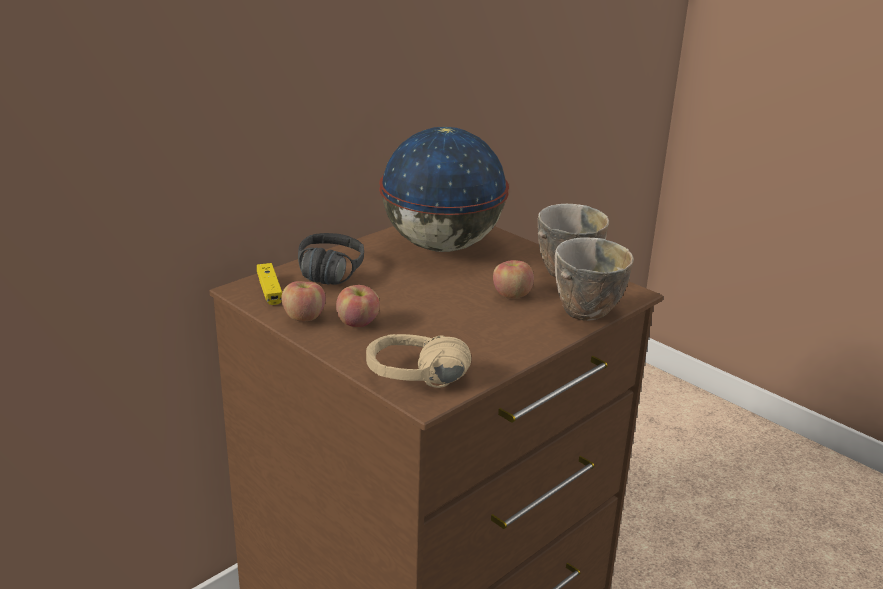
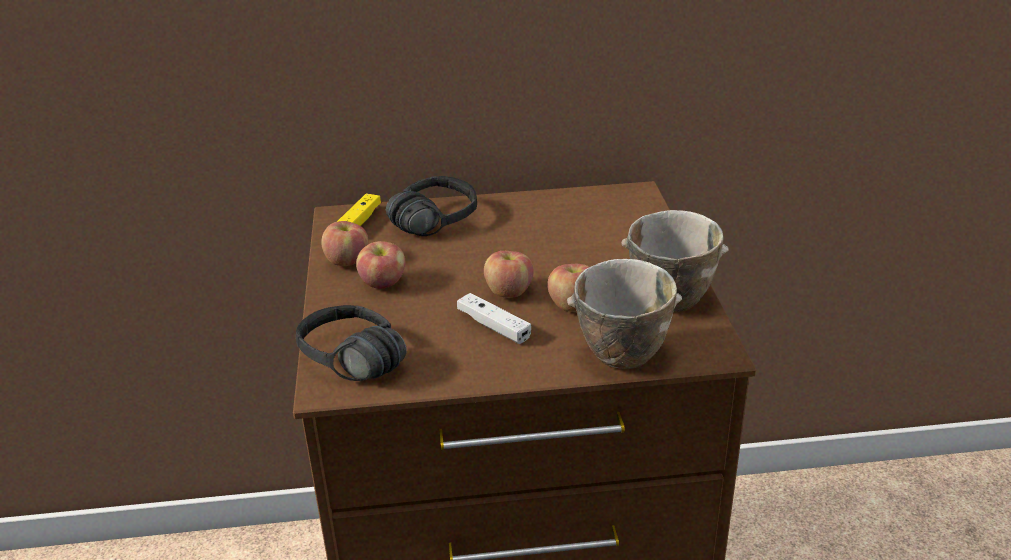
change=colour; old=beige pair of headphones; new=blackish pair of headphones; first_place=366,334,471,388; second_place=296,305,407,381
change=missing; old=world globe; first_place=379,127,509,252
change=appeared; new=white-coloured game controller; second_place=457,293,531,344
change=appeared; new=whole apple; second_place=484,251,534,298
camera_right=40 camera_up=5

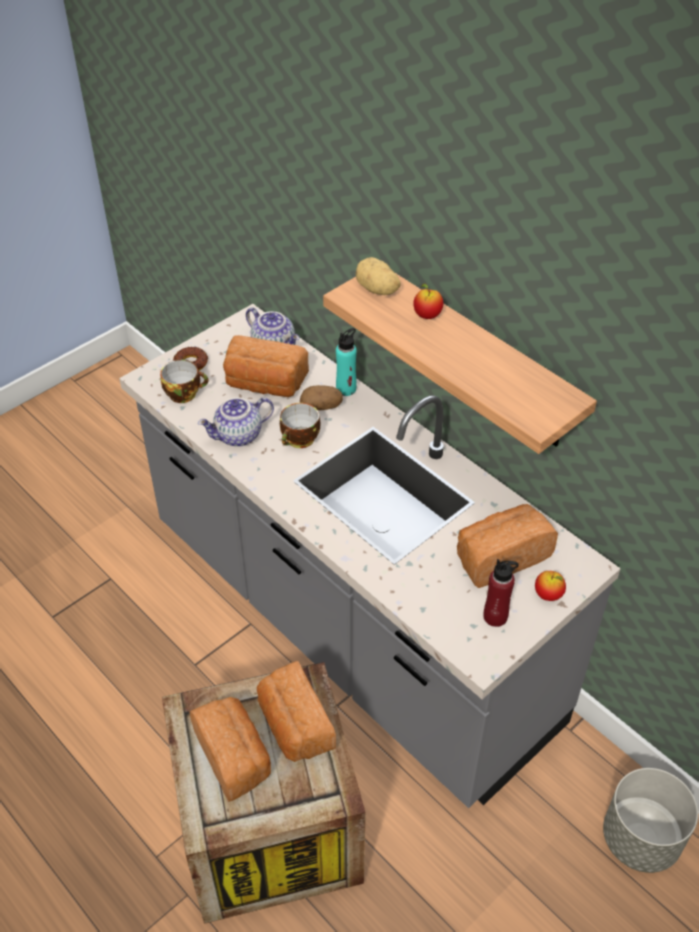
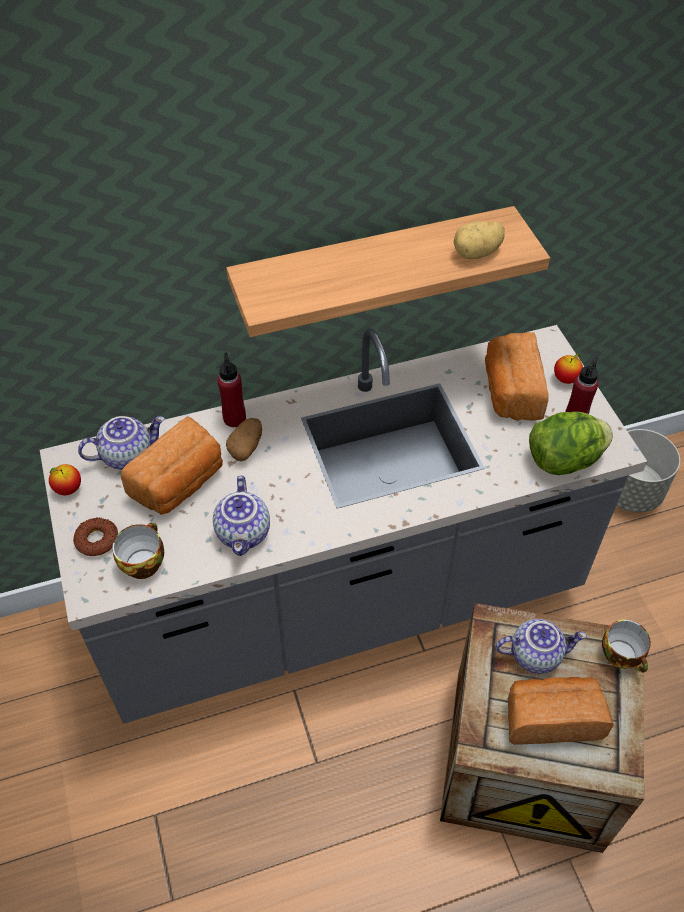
change=exchanged; old=bread; new=teapot; first_place=257,661,336,762; second_place=496,619,587,674
change=relocated; old=small cup; first_place=280,403,320,448; second_place=602,620,651,672
change=colour; old=turquoise-coloured bottle; new=red bottle; first_place=336,328,357,396; second_place=217,353,246,427
change=relocated; old=potato; first_place=356,257,401,295; second_place=453,221,505,260
change=relocated; old=whole apple; first_place=413,284,443,319; second_place=49,464,81,495
change=appeared; new=lettuce head; second_place=529,411,613,475
camera_right=-65 camera_up=5

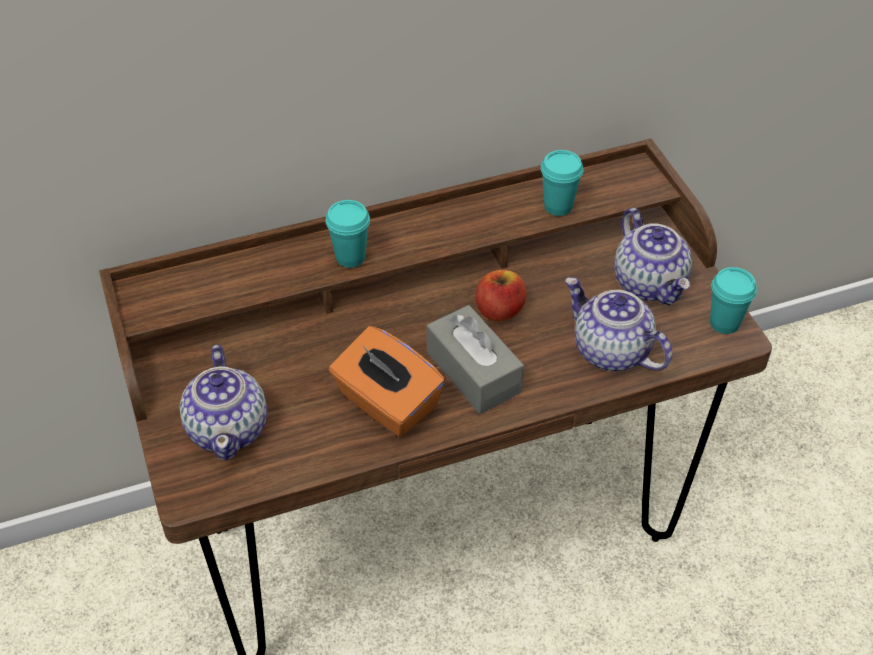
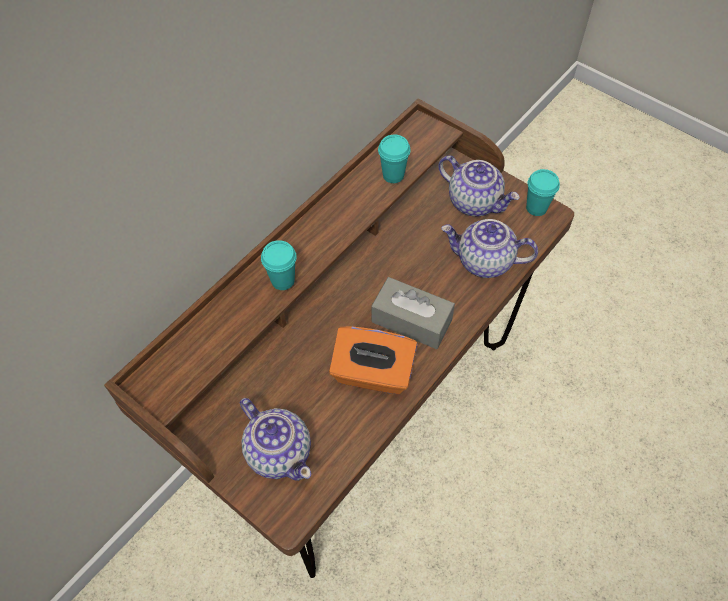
change=missing; old=whole apple; first_place=476,270,526,322
camera_right=-30 camera_up=10

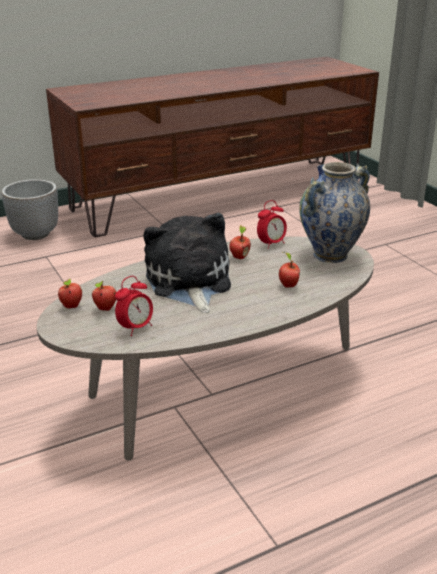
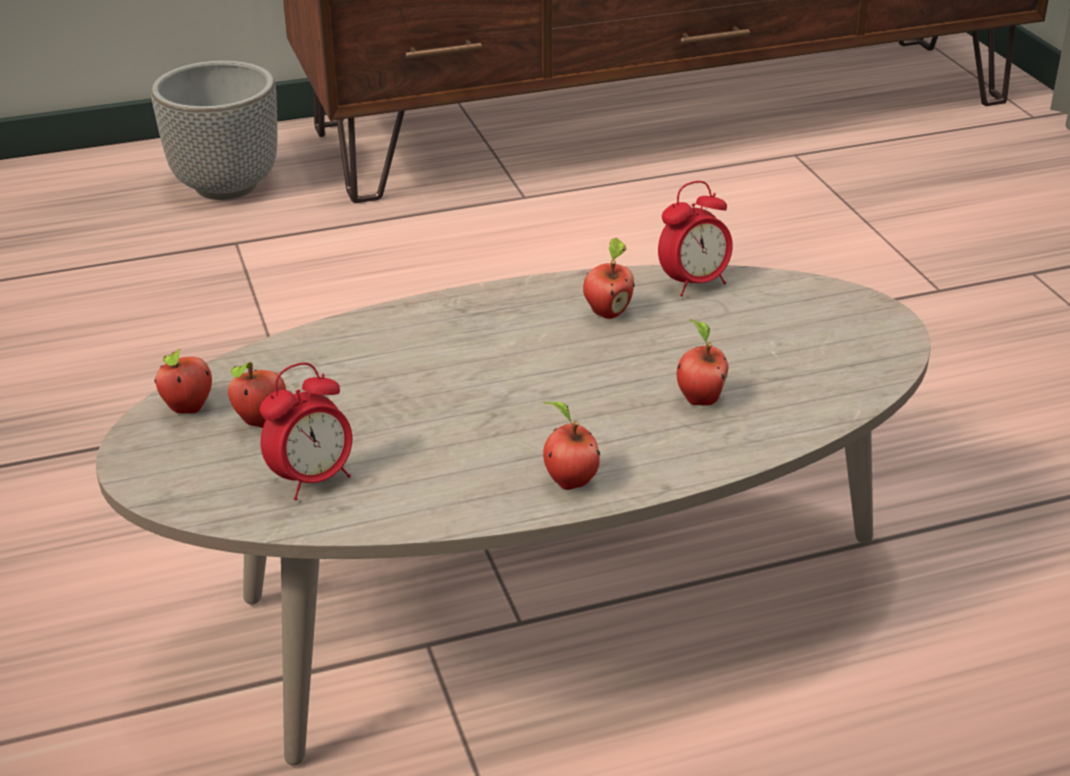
change=missing; old=plush toy; first_place=144,213,231,313
change=missing; old=vase; first_place=299,162,370,263
change=appeared; new=whole apple; second_place=543,402,600,490
camera_right=10 camera_up=5

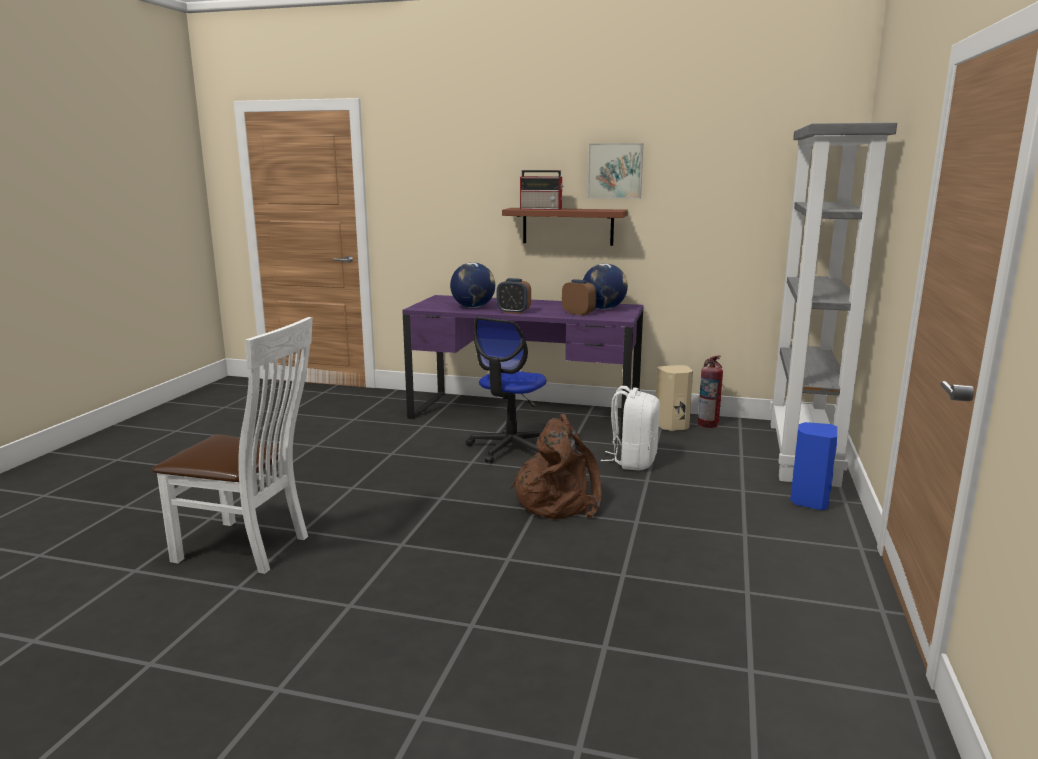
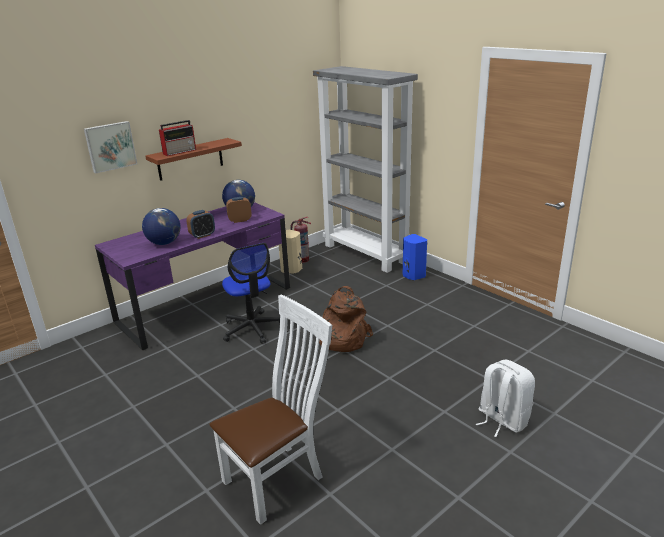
change=relocated; old=wall art; first_place=588,143,643,199; second_place=84,121,137,173
change=relocated; old=white-coloured rucksack; first_place=601,386,660,471; second_place=476,360,535,437
camera_right=-55 camera_up=10

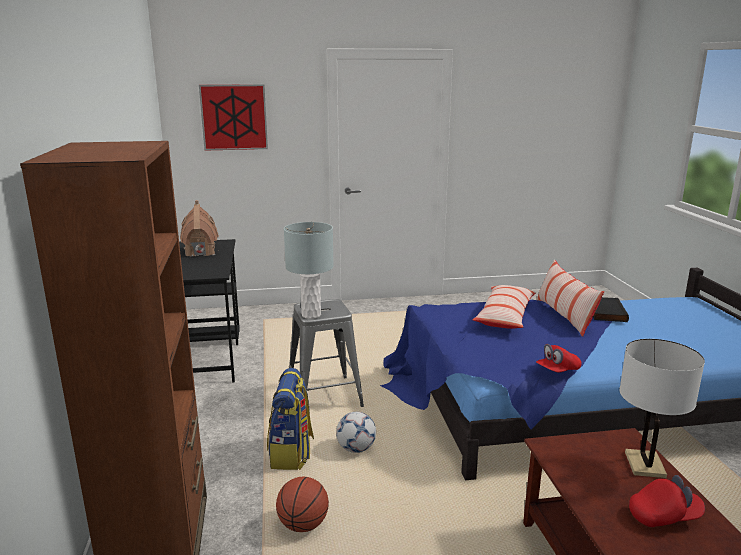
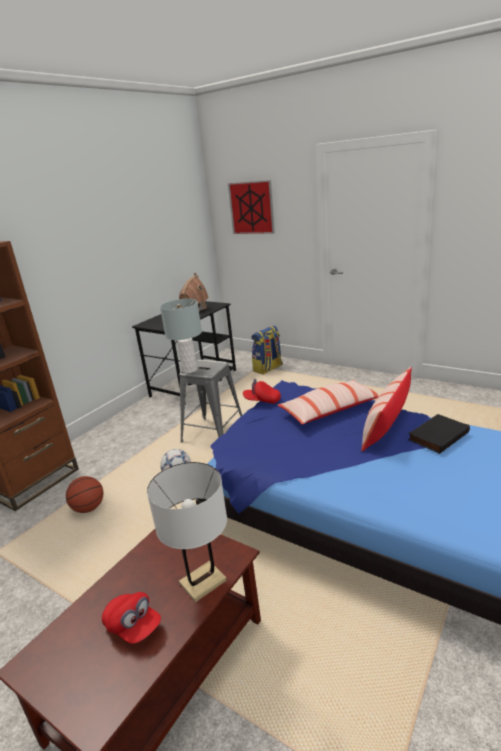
change=relocated; old=rucksack; first_place=267,368,314,470; second_place=252,325,283,375
change=relocated; old=red peaked cap; first_place=536,344,582,372; second_place=243,379,281,404
camera_right=45 camera_up=5

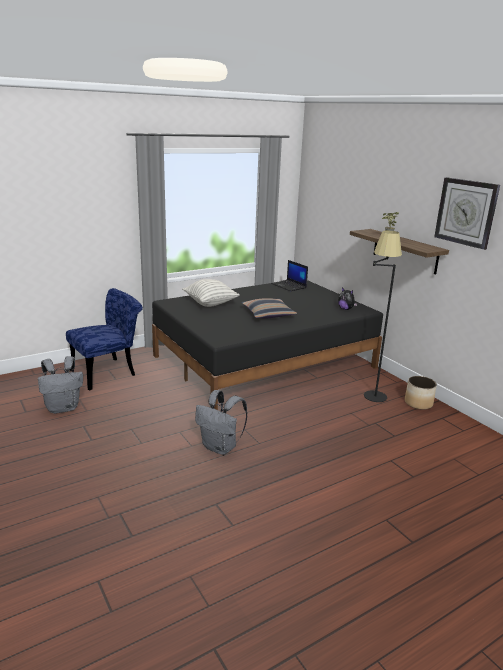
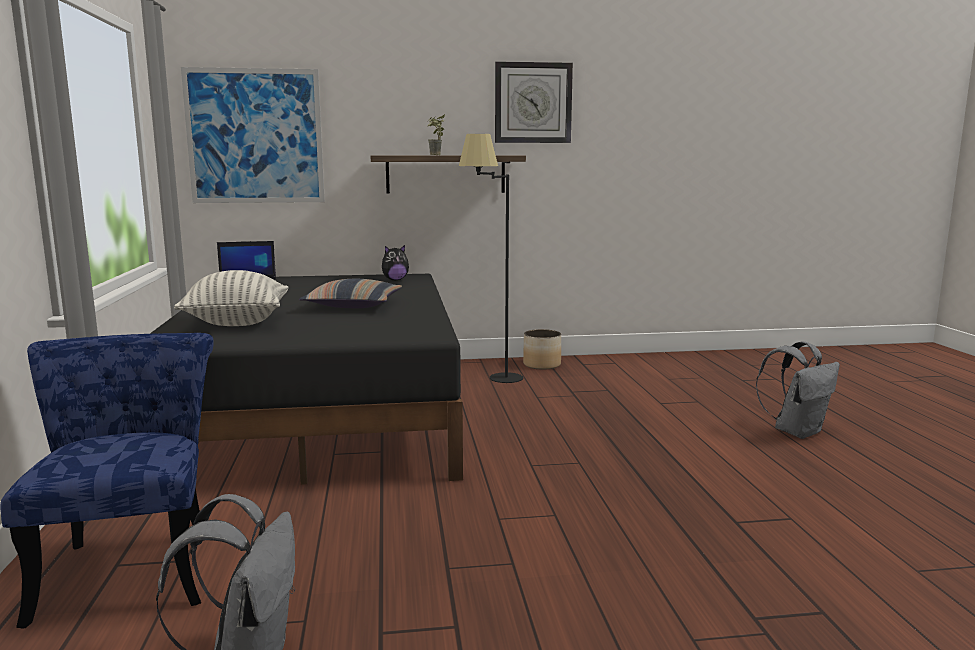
change=relocated; old=gray rucksack; first_place=195,390,248,455; second_place=756,341,840,439
change=appeared; new=wall art; second_place=181,67,325,203
camera_right=-65 camera_up=-10

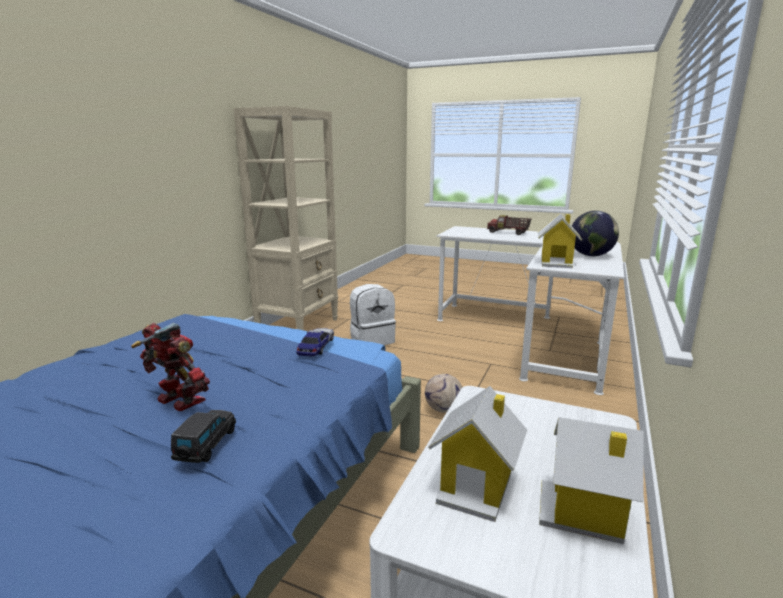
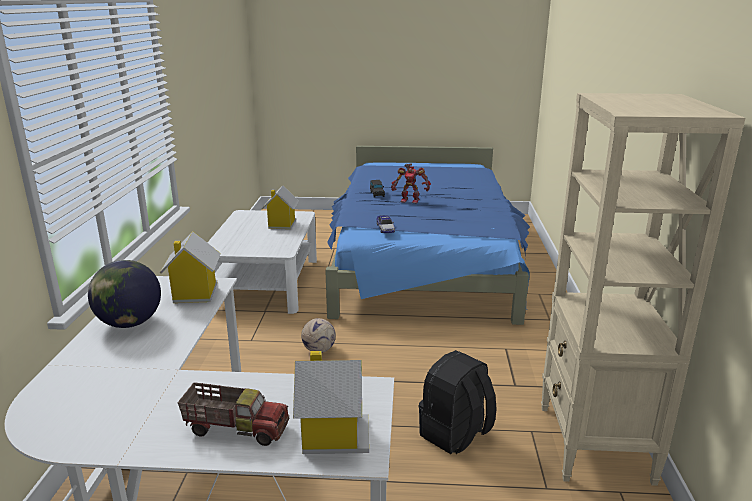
change=colour; old=white-coloured rucksack; new=blackish rucksack; first_place=350,284,396,345; second_place=419,350,497,454
change=relocated; old=toy house; first_place=539,417,644,544; second_place=293,351,369,454
camera_right=160 camera_up=5

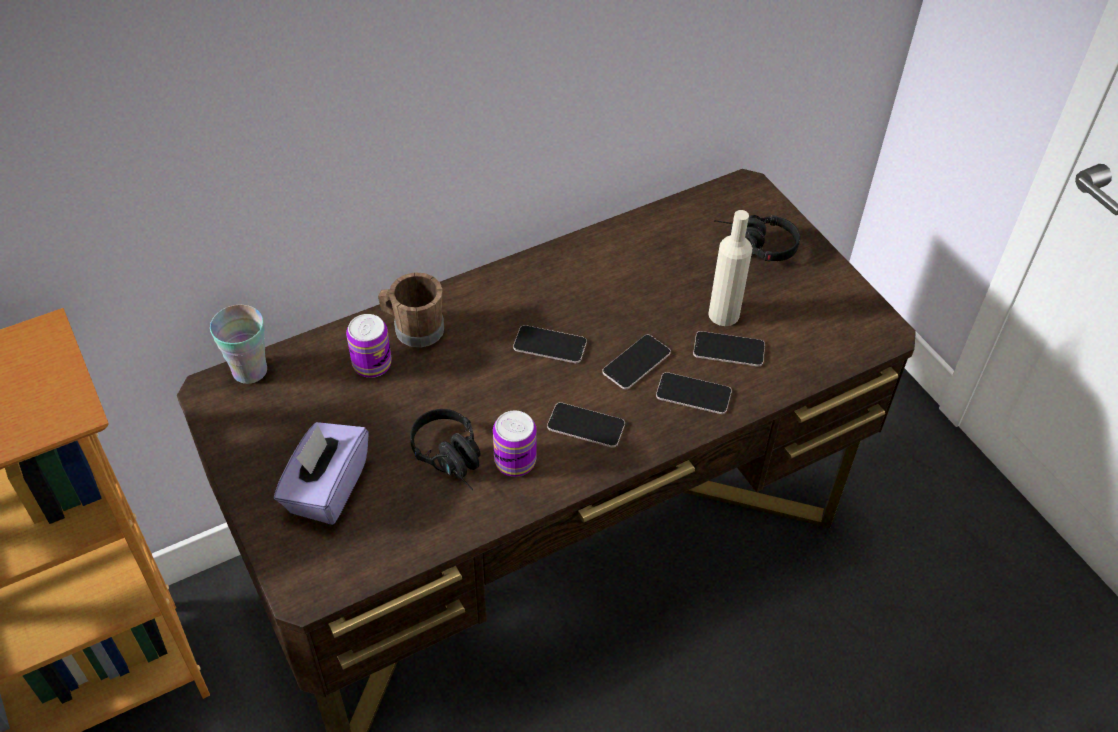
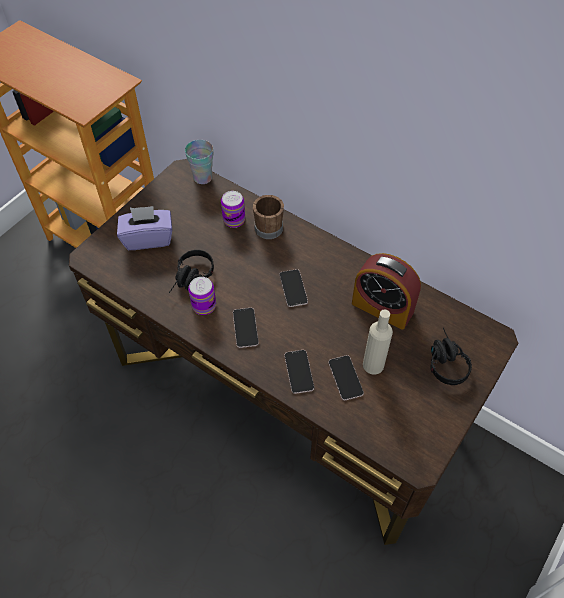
change=missing; old=phone; first_place=602,334,671,389
change=appeared; new=bedside clock; second_place=352,253,421,330
camera_right=65 camera_up=5

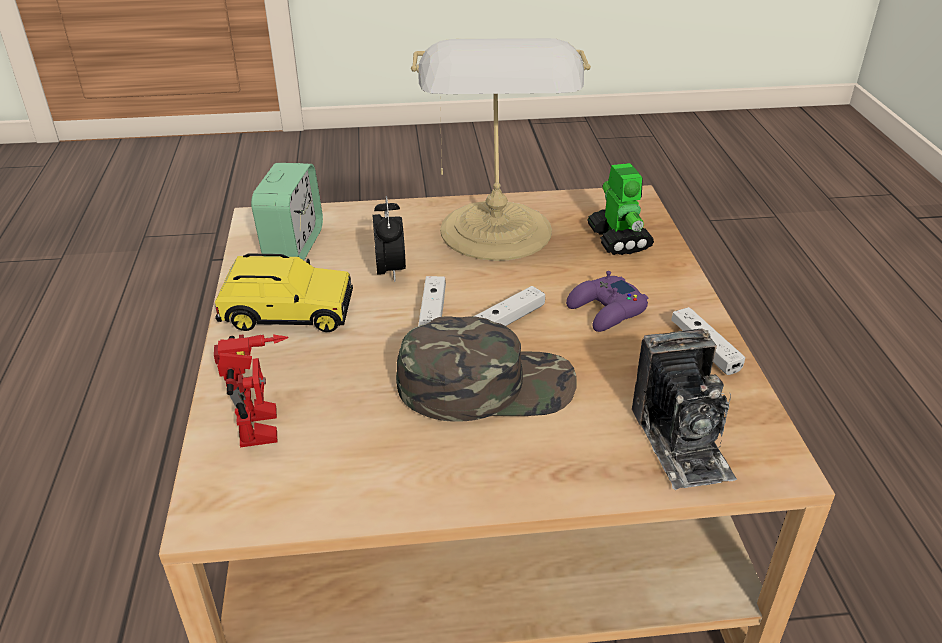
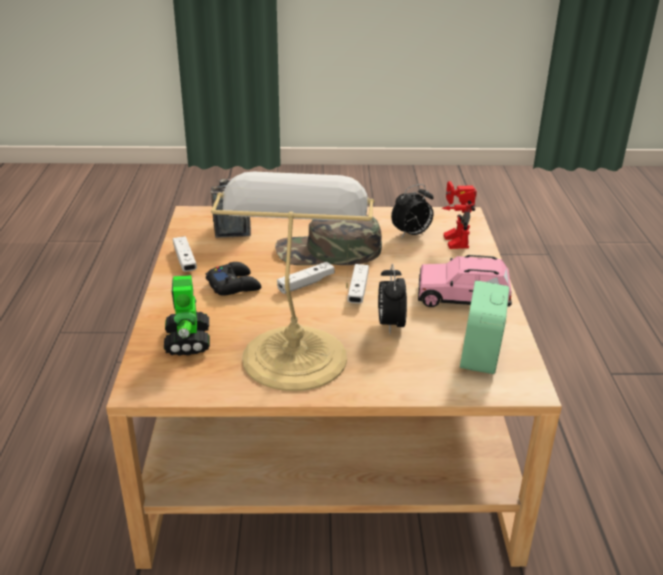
change=colour; old=yellowish toy car; new=pink toy car; first_place=215,253,353,332; second_place=418,255,512,307
change=colour; old=purplish game controller; new=blackish game controller; first_place=566,271,648,332; second_place=206,262,261,296
change=appeared; new=bedside clock; second_place=391,184,433,237
camera_right=-175 camera_up=-5

